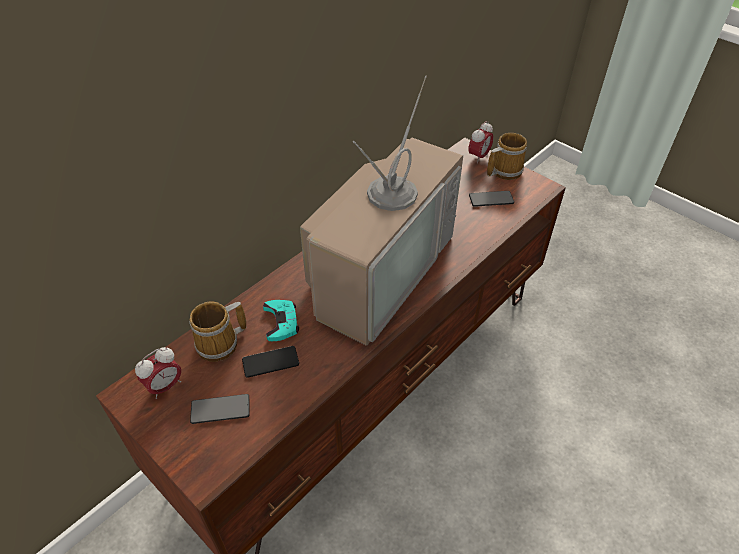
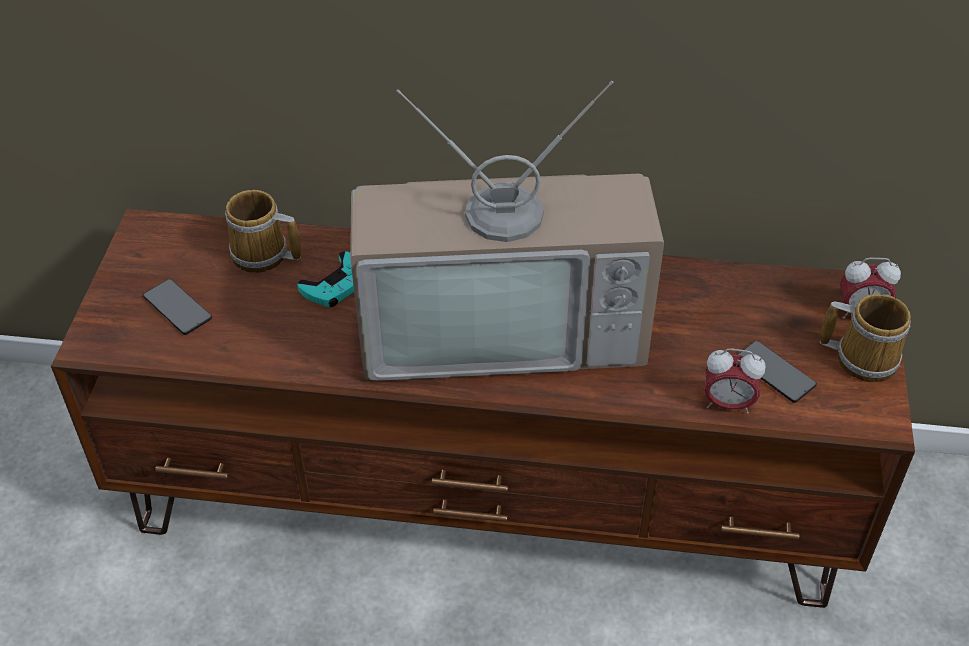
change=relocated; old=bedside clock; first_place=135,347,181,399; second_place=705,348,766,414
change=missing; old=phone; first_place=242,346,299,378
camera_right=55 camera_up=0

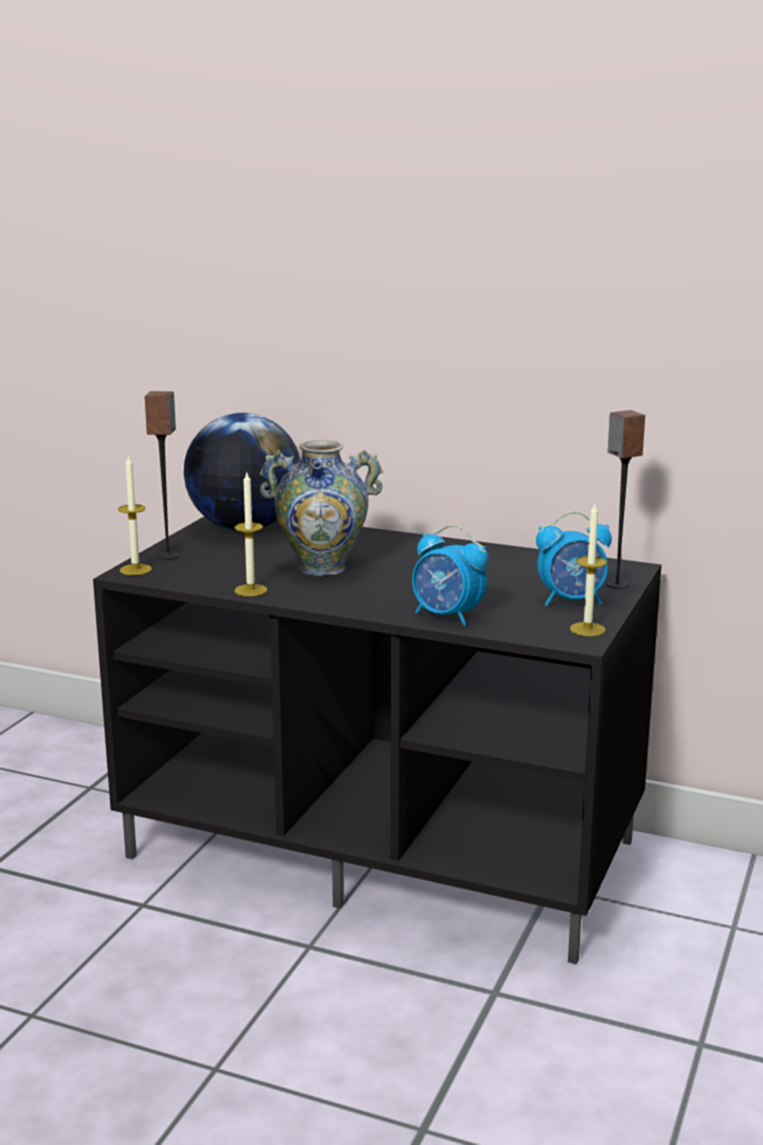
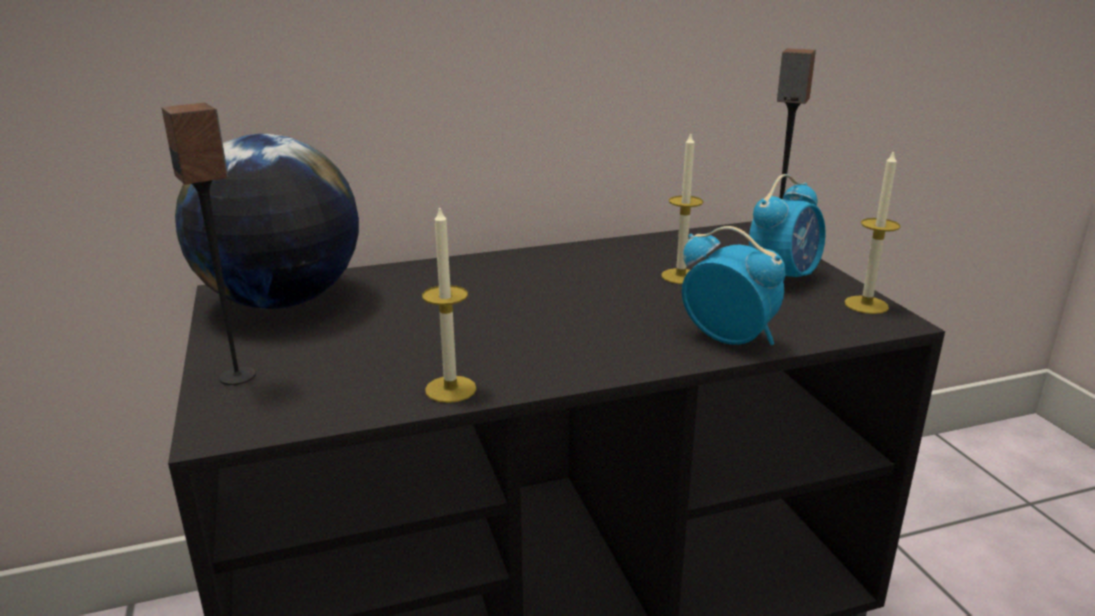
change=relocated; old=wax light; first_place=118,455,152,575; second_place=661,133,703,284
change=missing; old=vase; first_place=259,440,383,576
change=spun; old=bedside clock; first_place=412,525,488,626; second_place=682,226,785,345; degrees=-135
camera_right=-40 camera_up=5

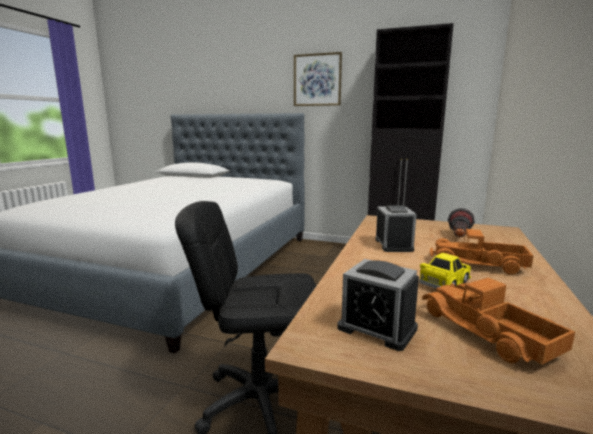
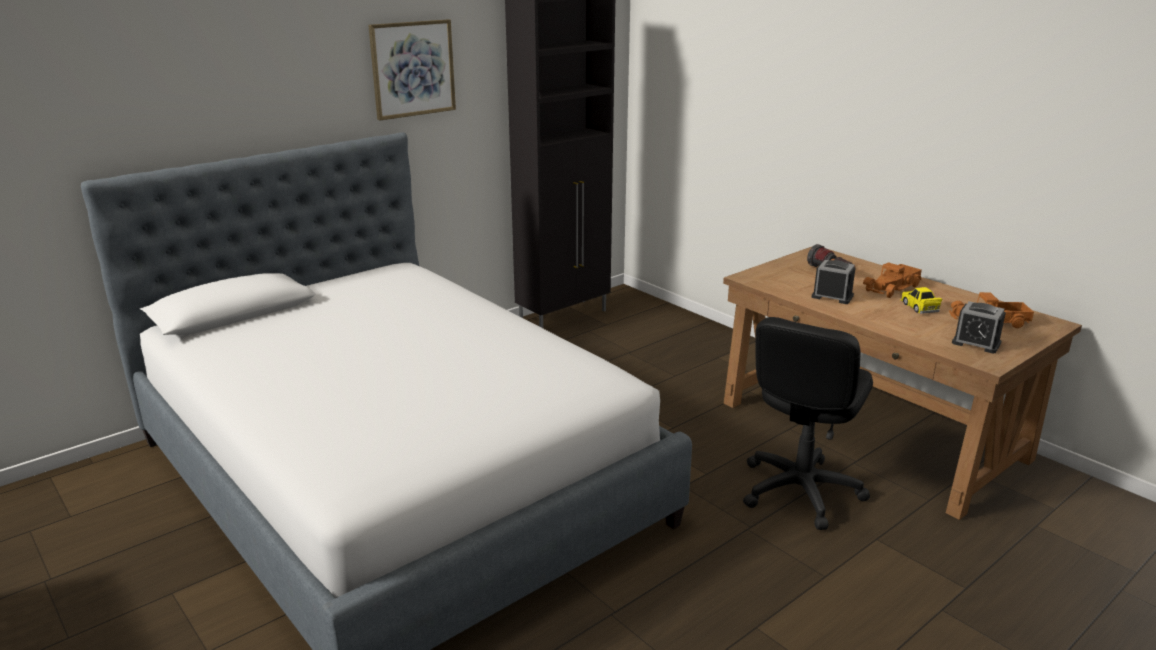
change=spun; old=bedside clock; first_place=337,259,419,351; second_place=952,301,1006,353; degrees=60
camera_right=-60 camera_up=10

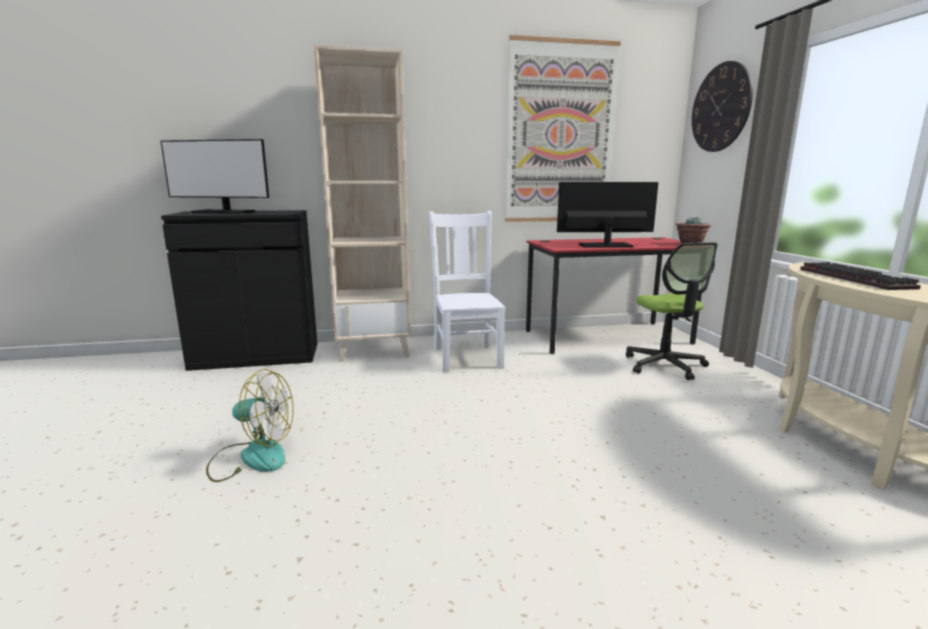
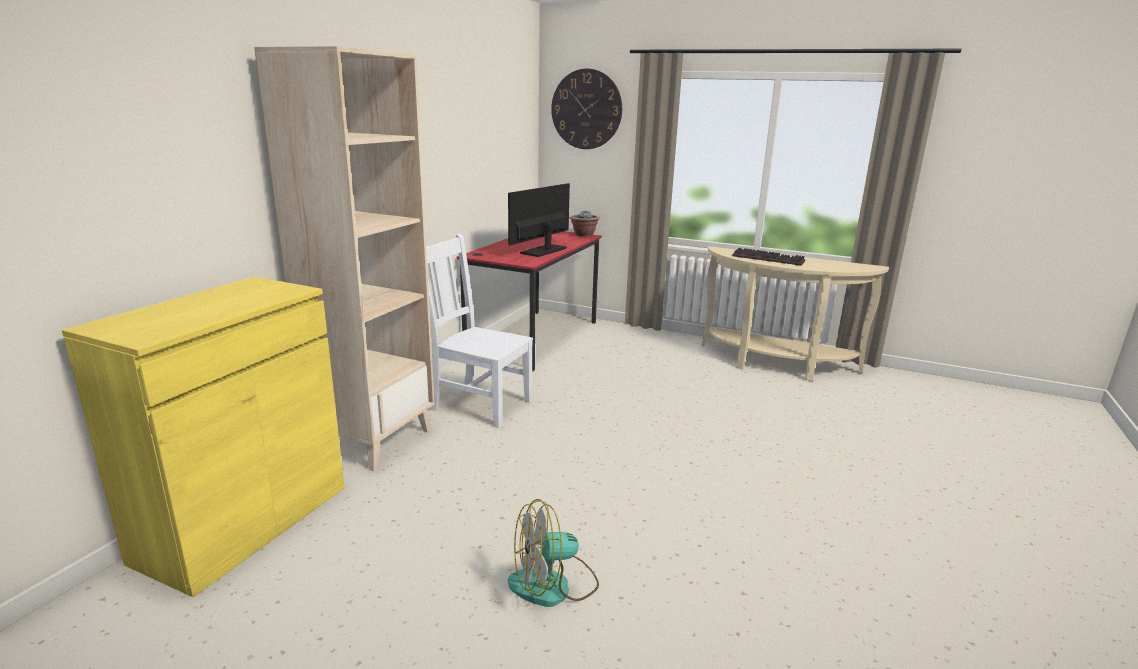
change=missing; old=computer display; first_place=161,139,269,214
change=colour; old=blackish cabinet; new=yellowish cabinet; first_place=161,210,317,371; second_place=62,277,345,597
change=spun; old=cooling fan; first_place=206,369,293,482; second_place=508,499,599,607; degrees=-150
change=missing; old=wall art; first_place=505,35,621,222
change=missing; old=computer chair; first_place=626,242,718,380
camera_right=-55 camera_up=5

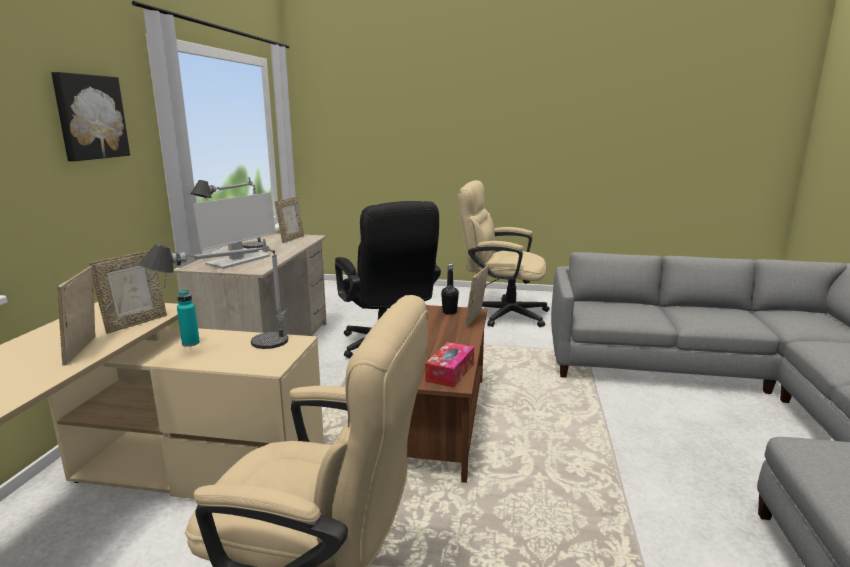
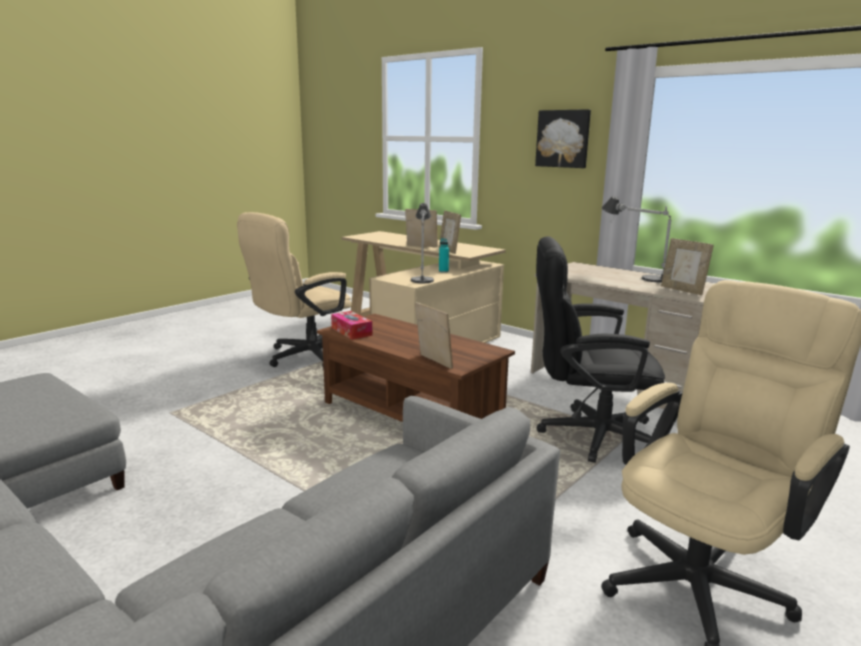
change=missing; old=computer display; first_place=193,192,276,269
change=missing; old=blackish bottle; first_place=441,264,459,315
camera_right=120 camera_up=0

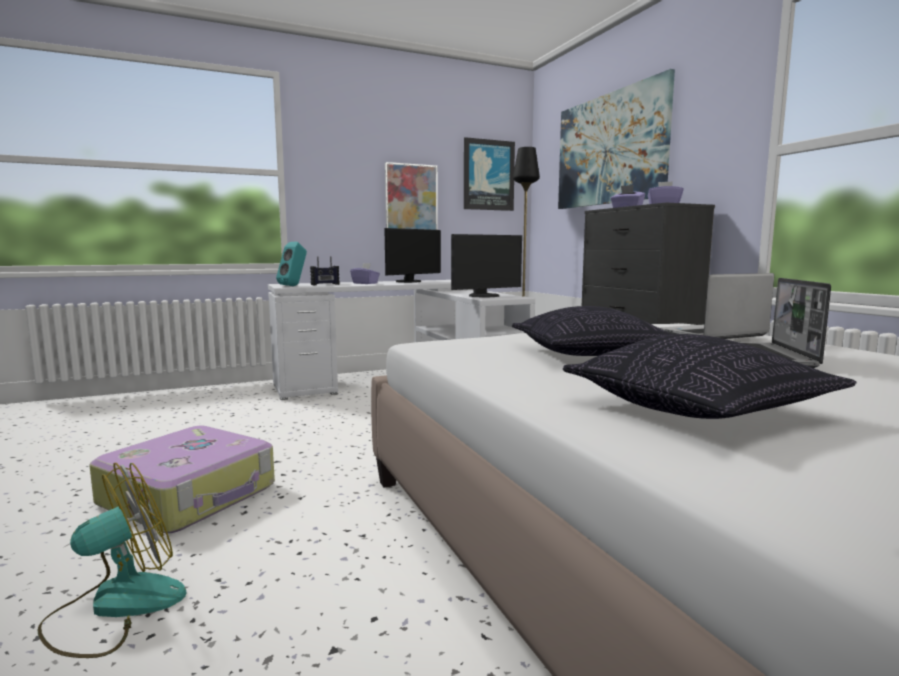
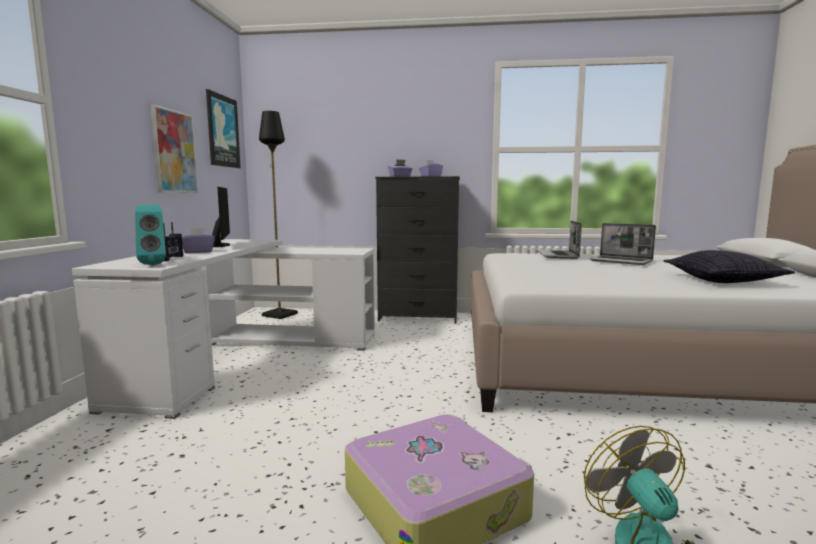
change=missing; old=computer display; first_place=451,234,522,297
change=missing; old=cushion; first_place=512,306,673,356
change=missing; old=wall art; first_place=558,69,675,209
camera_right=-60 camera_up=0

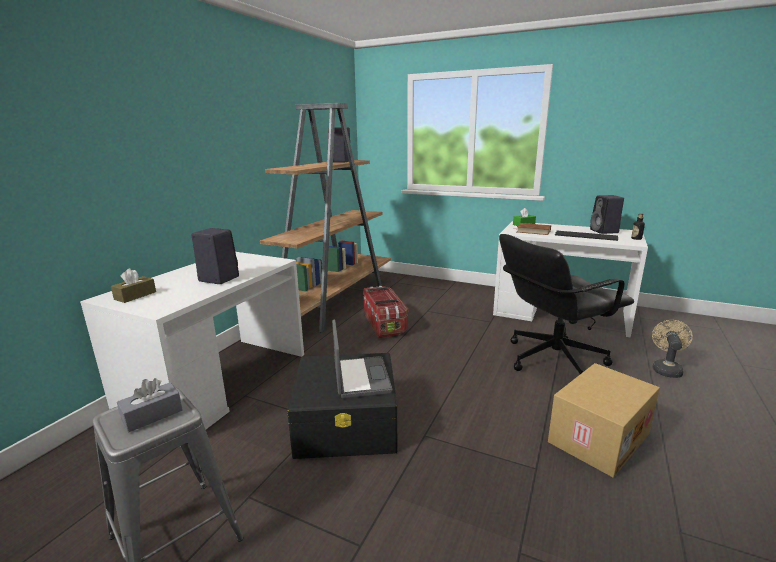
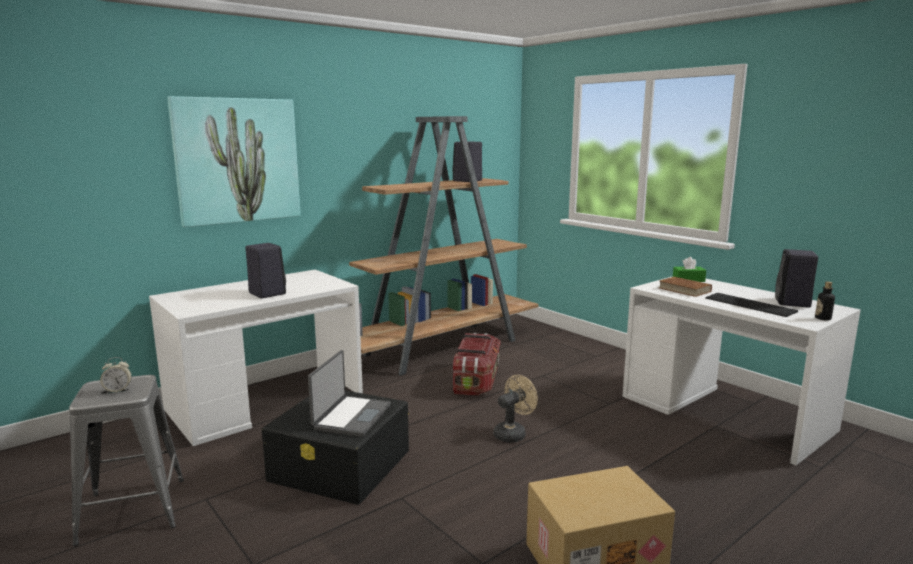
change=missing; old=brownish tissue holder; first_place=111,268,156,303
change=exchanged; old=gray tissue holder; new=bedside clock; first_place=117,378,183,432; second_place=100,357,132,393
change=missing; old=blackish computer chair; first_place=499,234,634,374
change=relocated; old=beige cooling fan; first_place=652,320,693,378; second_place=494,375,538,443
change=appeared; new=wall art; second_place=167,96,301,227
camera_right=25 camera_up=-5

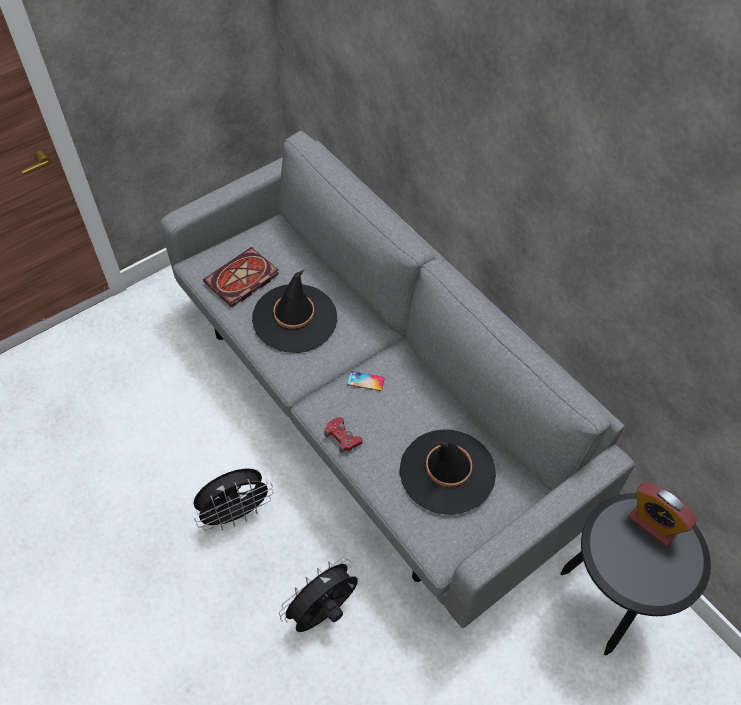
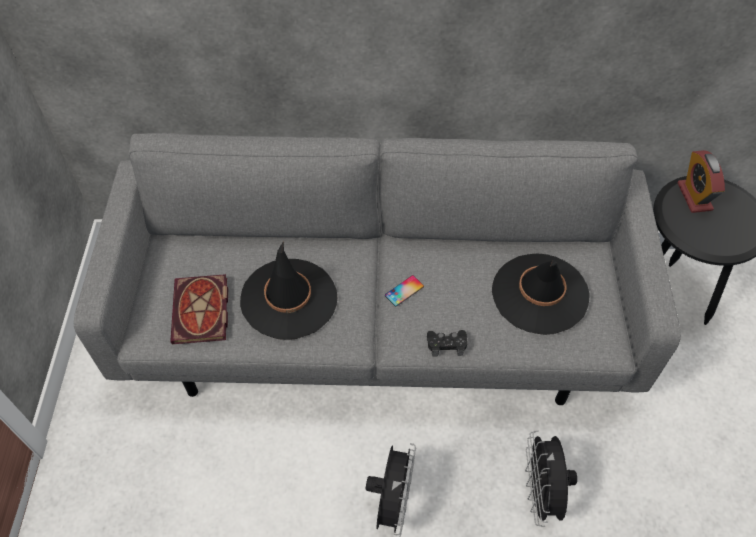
change=colour; old=red game controller; new=blackish game controller; first_place=324,417,363,453; second_place=427,330,468,357
change=spun; old=bedside clock; first_place=628,482,697,546; second_place=677,150,725,213; degrees=90
camera_right=-50 camera_up=0

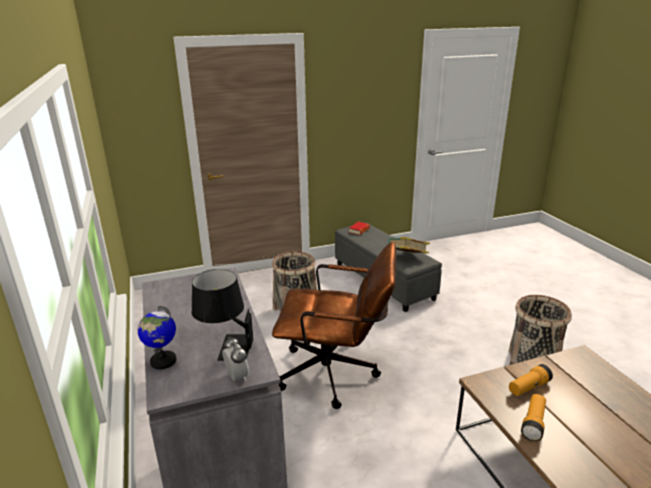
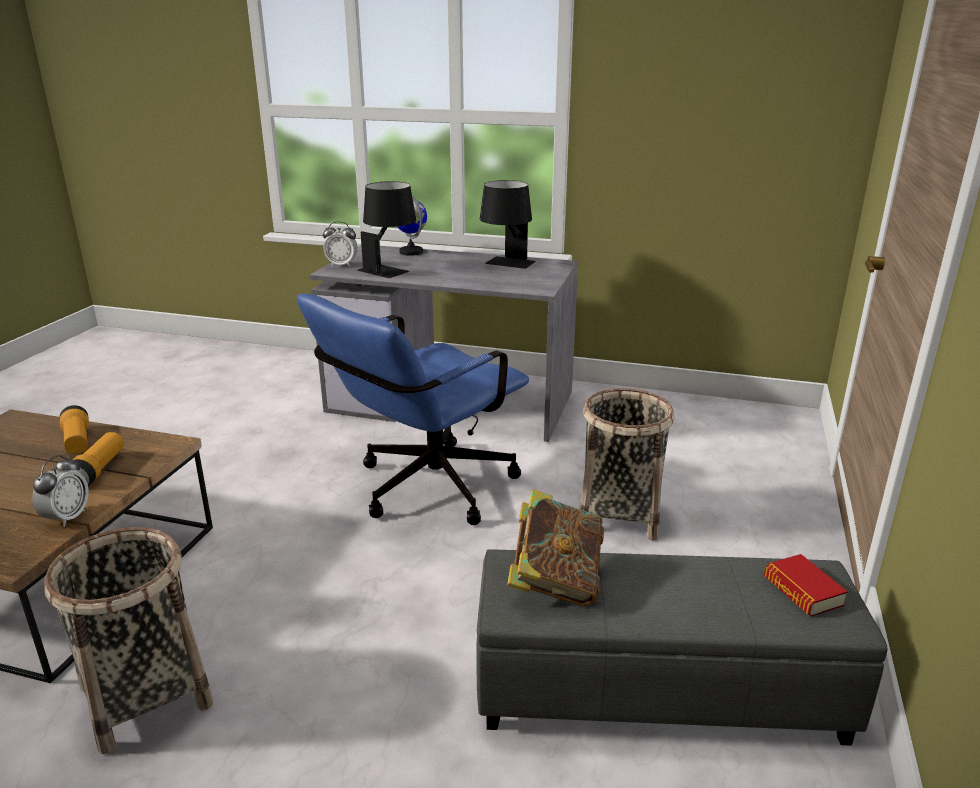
change=colour; old=brownish computer chair; new=bluish computer chair; first_place=272,242,396,409; second_place=297,293,529,525
change=appeared; new=bedside clock; second_place=32,455,88,527
change=appeared; new=blackish lamp for a table; second_place=480,180,536,269
camera_right=125 camera_up=0

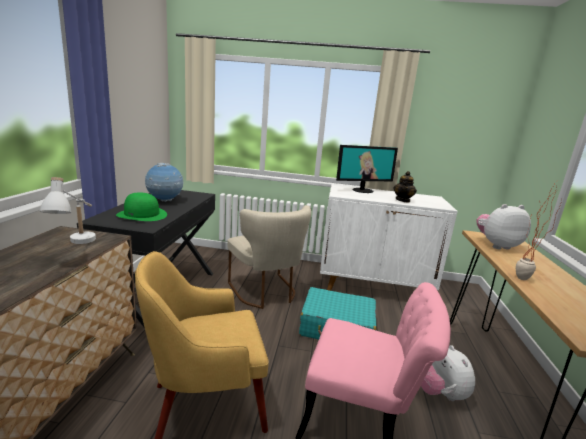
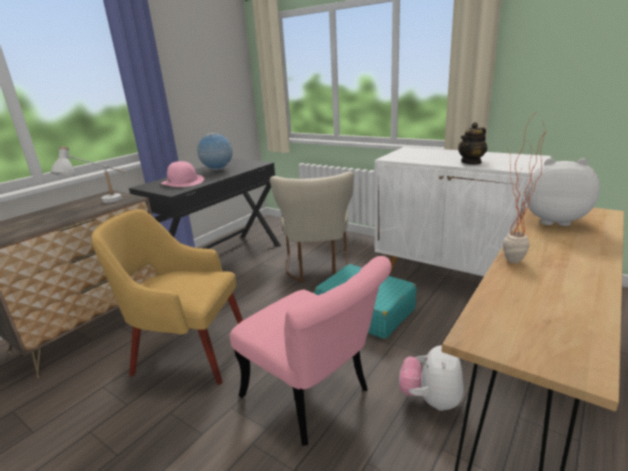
change=colour; old=green hat; new=pink hat; first_place=116,192,167,221; second_place=161,161,204,187
change=missing; old=computer display; first_place=336,145,398,193
camera_right=30 camera_up=5

